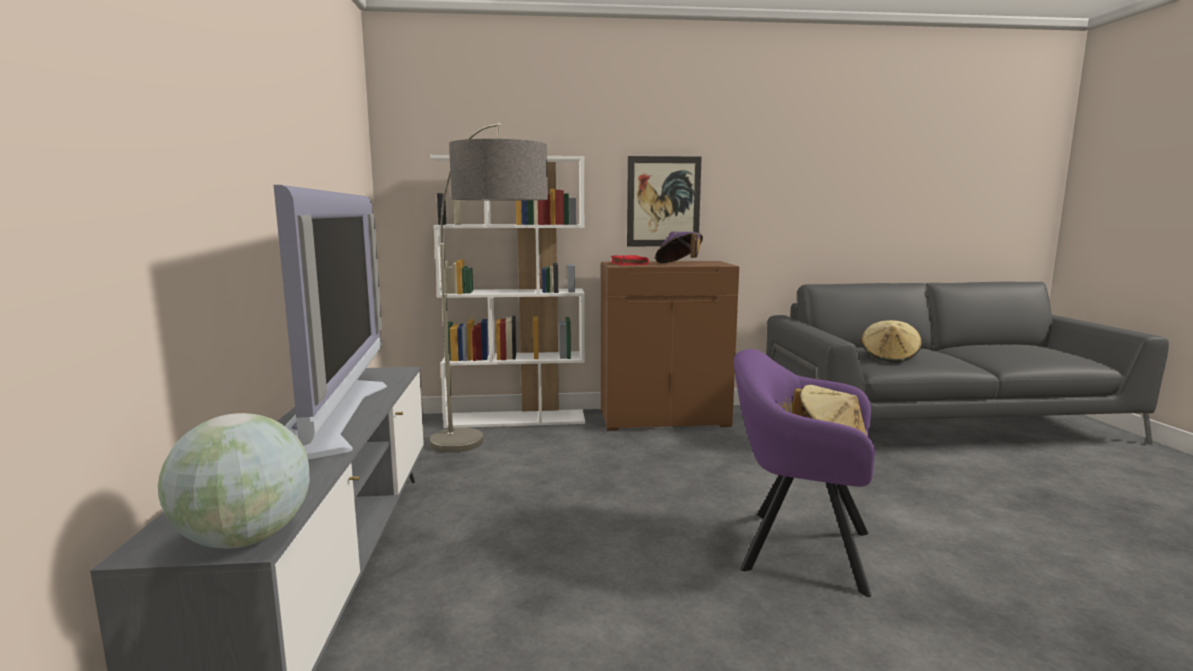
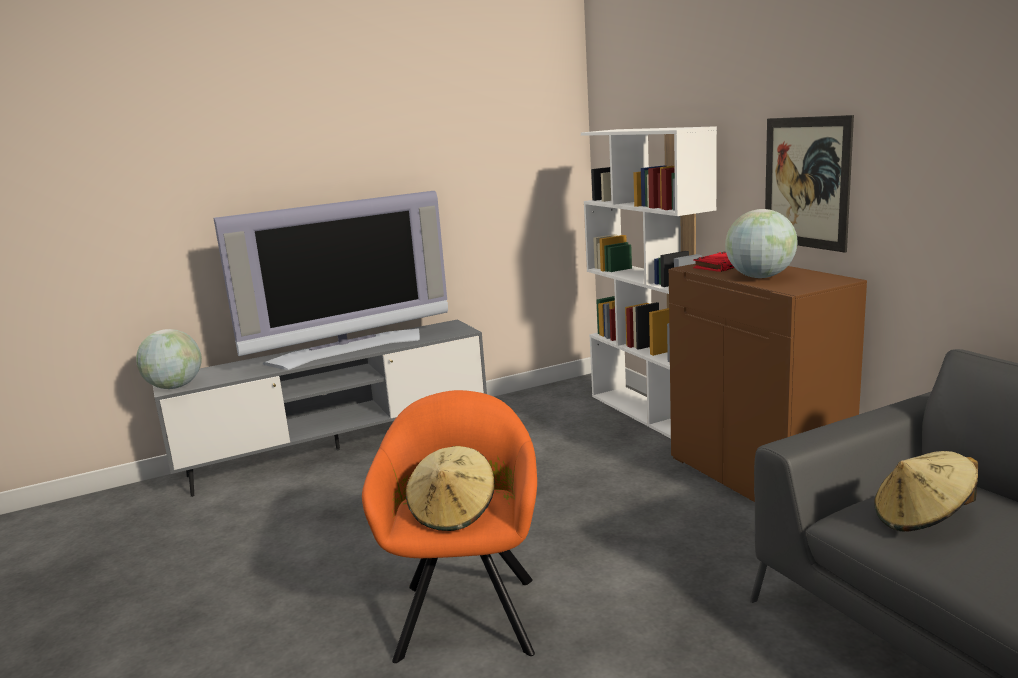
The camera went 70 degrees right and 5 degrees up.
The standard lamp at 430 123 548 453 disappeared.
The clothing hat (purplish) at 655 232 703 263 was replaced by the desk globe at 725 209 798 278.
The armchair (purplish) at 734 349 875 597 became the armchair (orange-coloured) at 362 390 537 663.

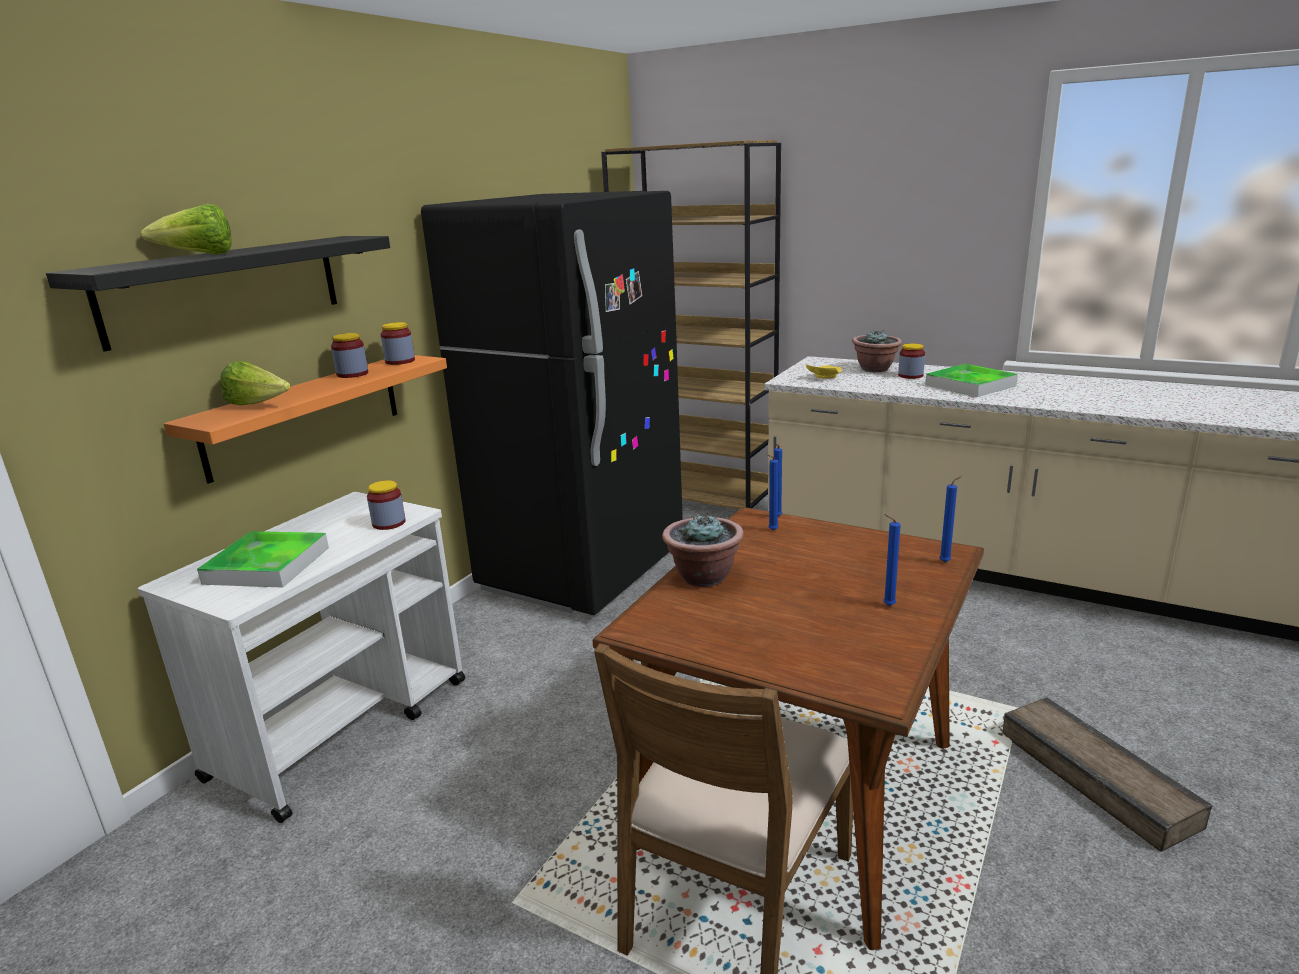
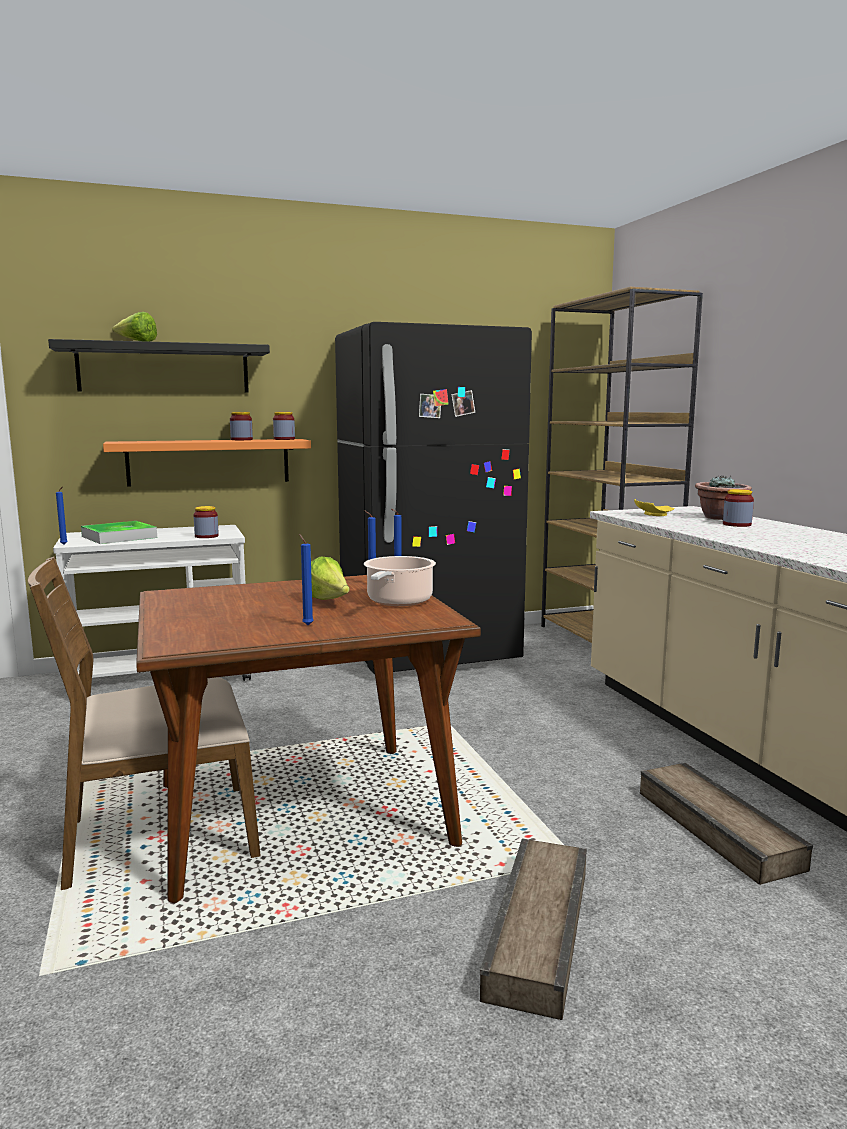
The camera went 40 degrees right and 10 degrees down.
The plant in a pot at 662 513 744 587 disappeared.
The carrying tray at 925 364 1018 397 disappeared.
The cooking pot at 364 556 436 606 appeared.
The shipping crate at 640 763 813 885 appeared.
The head of lettuce moved from 220 361 290 405 to 311 557 350 600.
The candle (blue) moved from 939 476 962 562 to 56 487 68 545.

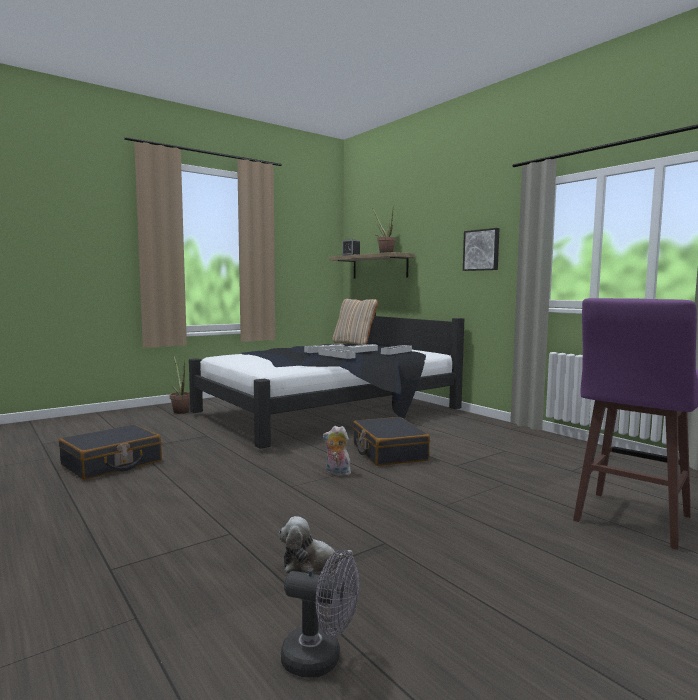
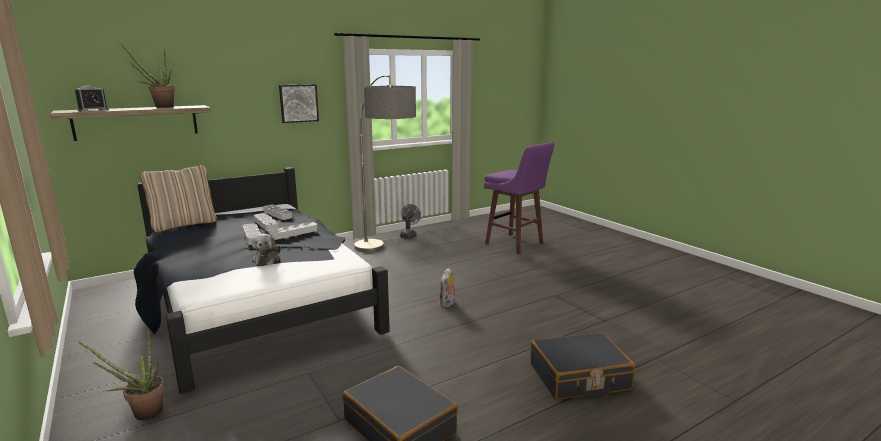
The camera went 85 degrees left and 10 degrees up.
The standard lamp at 354 75 416 252 appeared.
The plush toy moved from 279 516 353 574 to 252 234 281 265.
The cooling fan (greyish) moved from 281 550 359 677 to 400 204 421 239.
The piece of luggage (blackish) moved from 353 417 430 466 to 530 332 635 400.

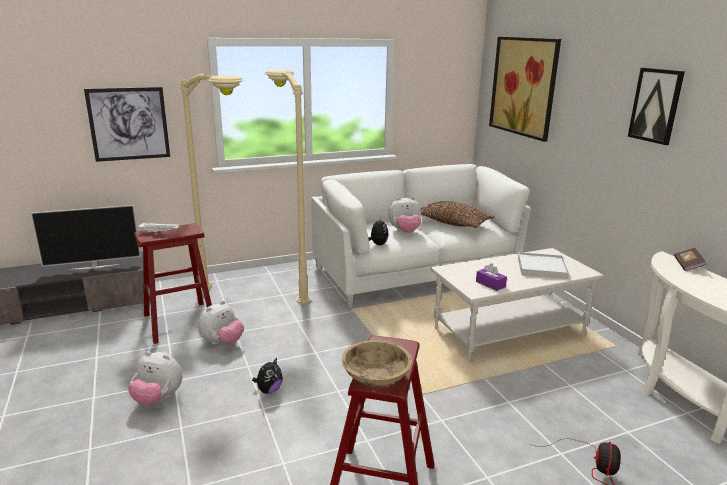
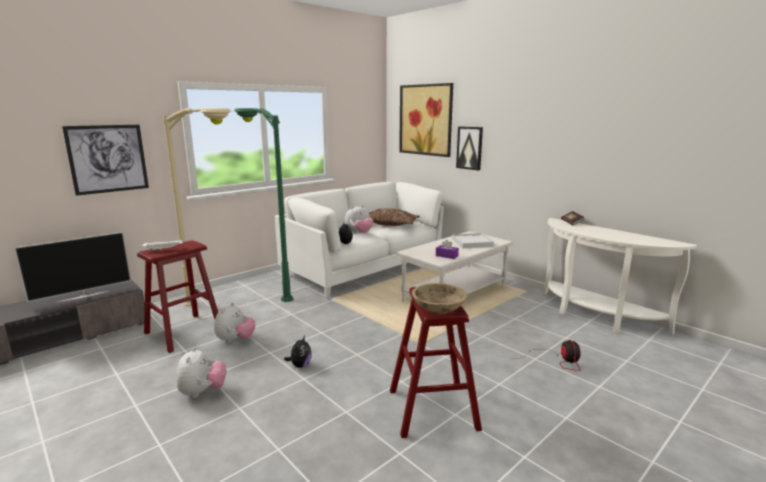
The camera went 20 degrees left and 5 degrees down.
The picture moved from 628 68 685 145 to 456 126 483 170.
The standard lamp (sand-coloured) at 264 70 311 304 became the standard lamp (green-coloured) at 234 108 293 302.
The plush toy at 128 351 182 406 turned 90 degrees counterclockwise.

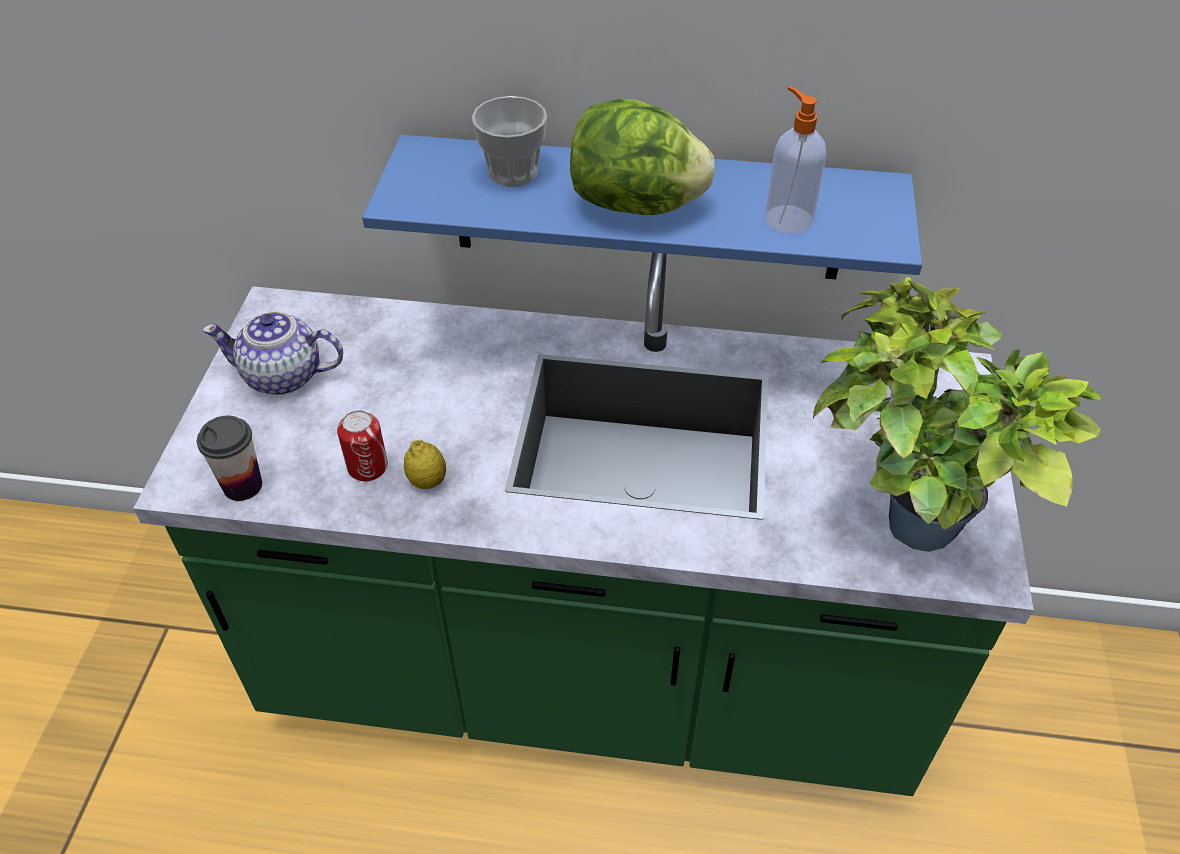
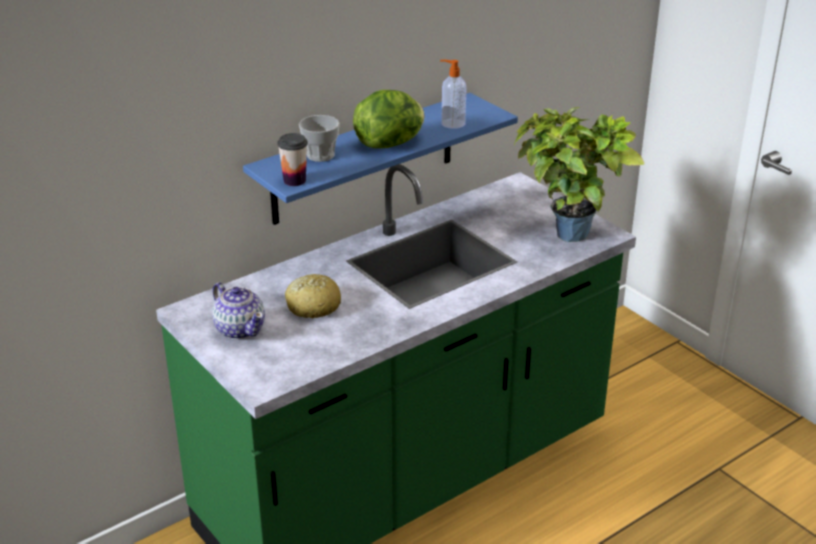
The camera went 45 degrees left and 15 degrees down.
The sealed can at 337 410 388 481 disappeared.
The lemon at 404 440 446 489 disappeared.
The bread at 285 274 341 318 appeared.
The small cup moved from 197 416 262 501 to 277 133 308 186.
The teapot at 202 311 343 395 turned 90 degrees counterclockwise.

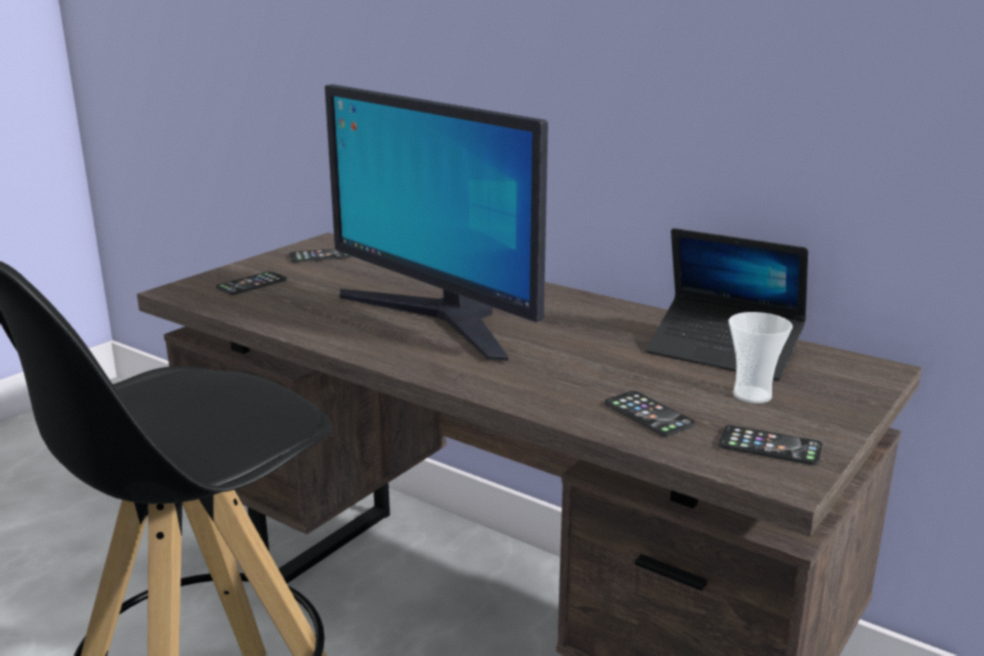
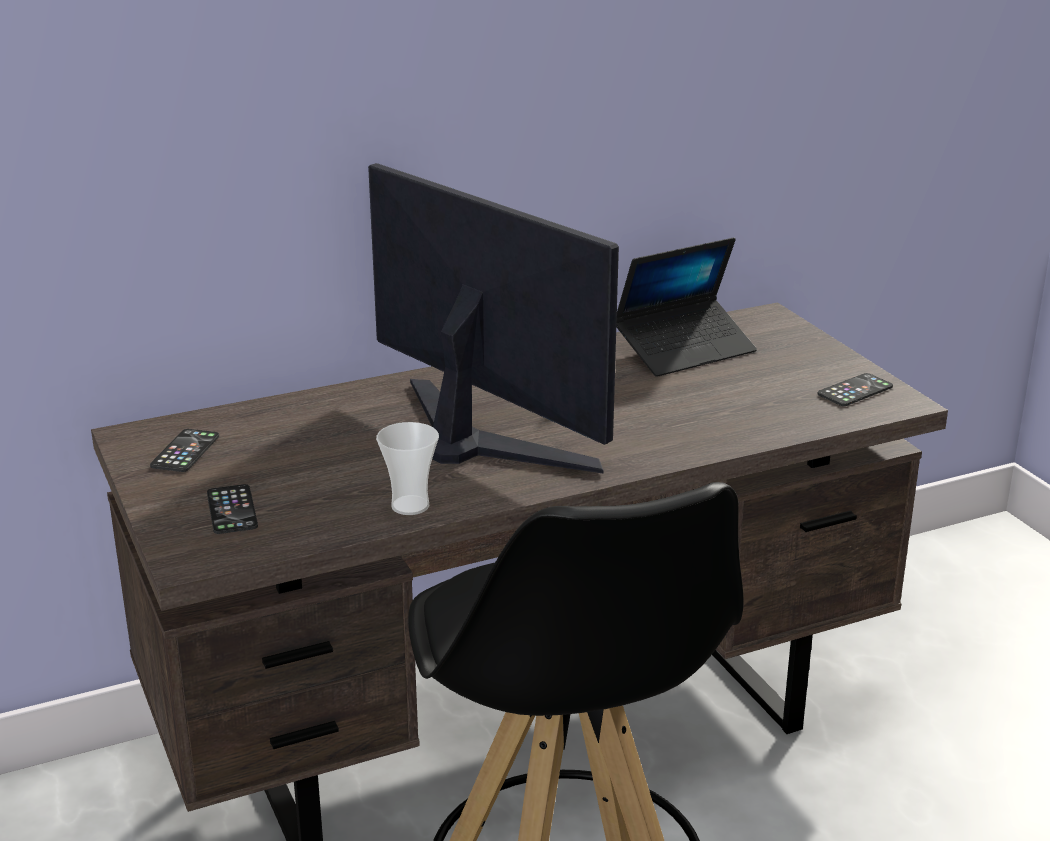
The camera went 60 degrees left and 5 degrees up.
The phone at 604 391 695 436 disappeared.
The small cup moved from 728 312 793 404 to 376 422 439 515.
The monitor at 325 84 548 361 turned 120 degrees counterclockwise.

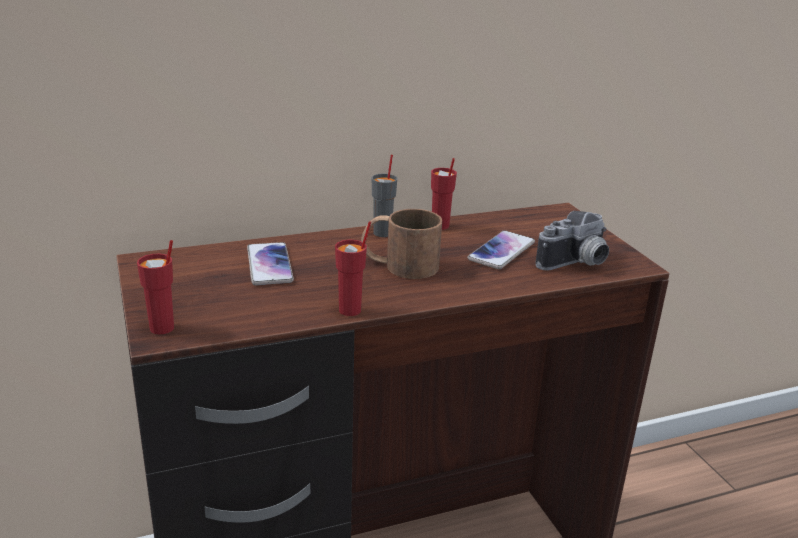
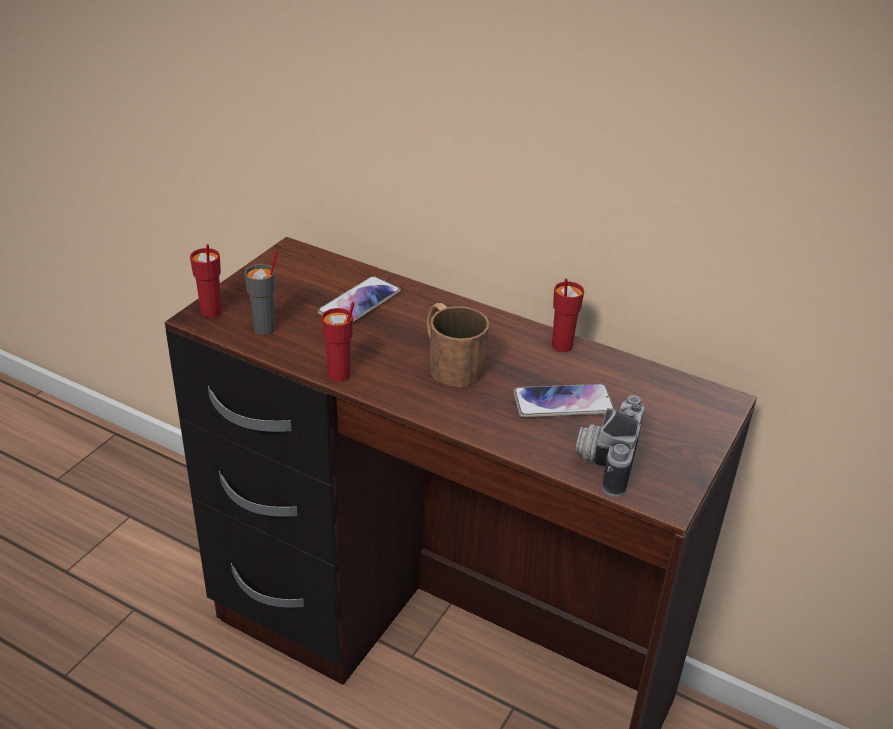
The camera went 50 degrees right and 10 degrees up.
The small cup (greyish) moved from 372 155 397 237 to 244 250 278 335.
The photo camera at 536 211 609 271 turned 90 degrees clockwise.

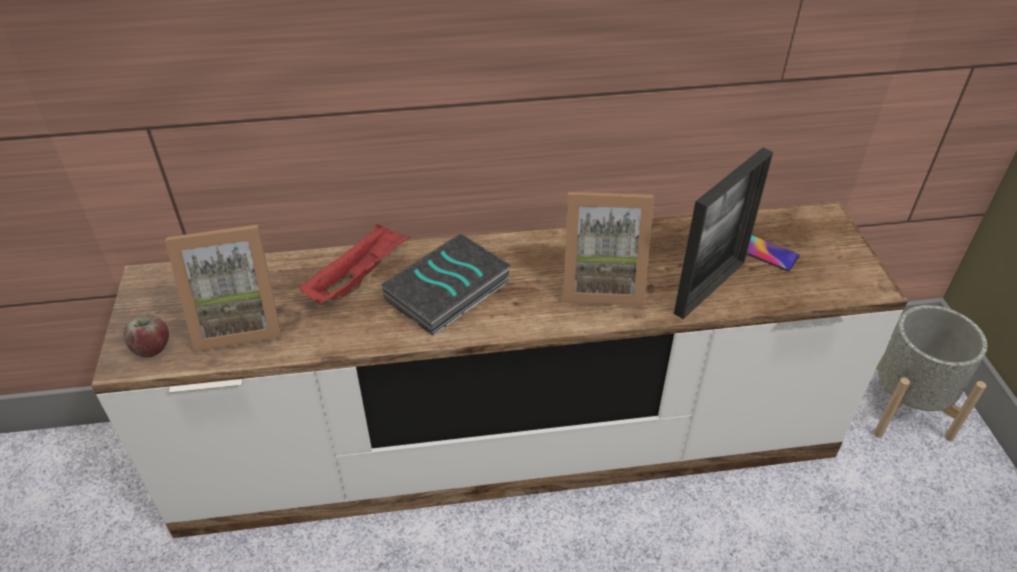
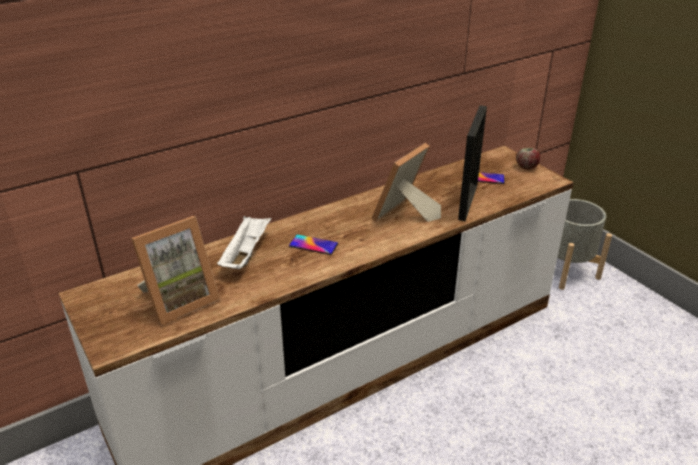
The camera went 25 degrees left and 10 degrees down.
The whole apple moved from 124 316 169 357 to 516 148 540 170.
The book at 382 234 512 336 was replaced by the phone at 289 235 338 255.
The carrying tray (reddish) at 299 224 410 304 became the carrying tray (white-coloured) at 217 215 271 269.
The picture frame at 563 192 654 306 turned 150 degrees clockwise.

